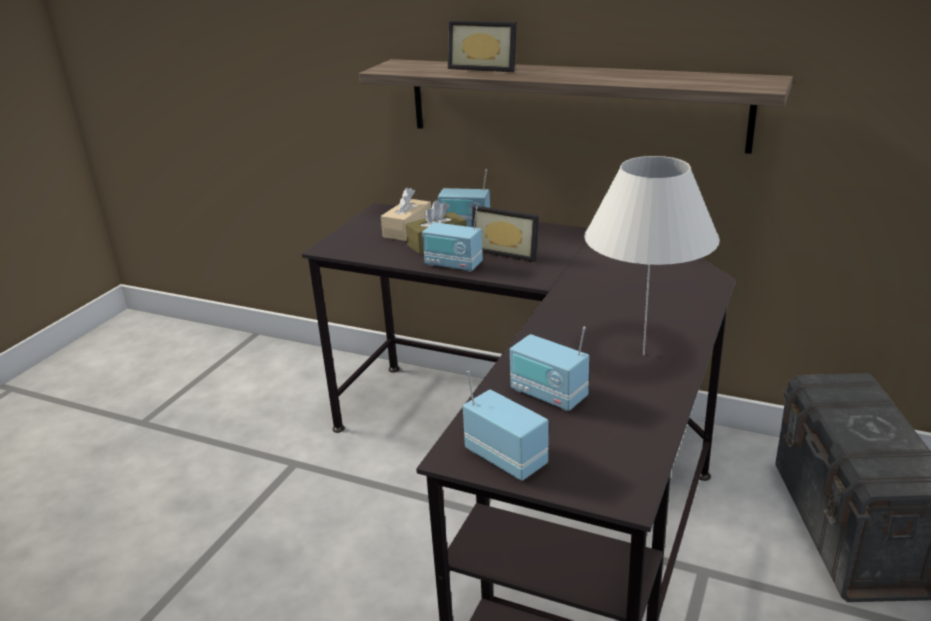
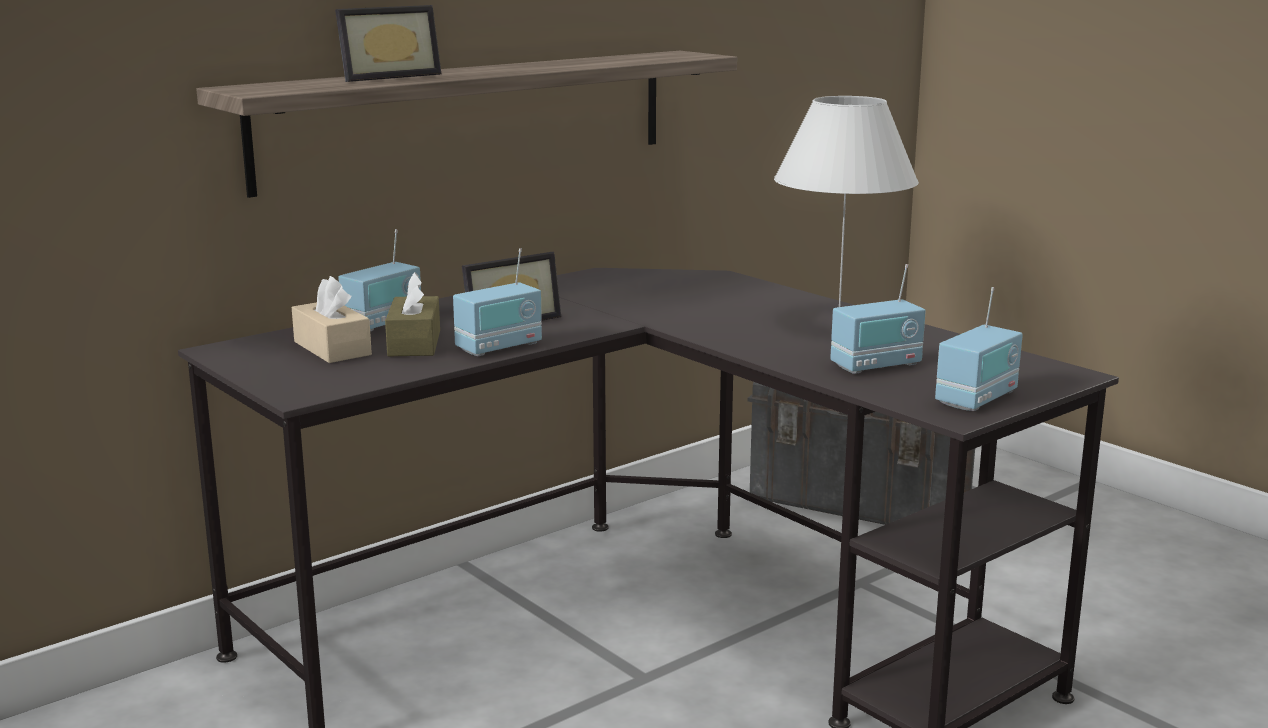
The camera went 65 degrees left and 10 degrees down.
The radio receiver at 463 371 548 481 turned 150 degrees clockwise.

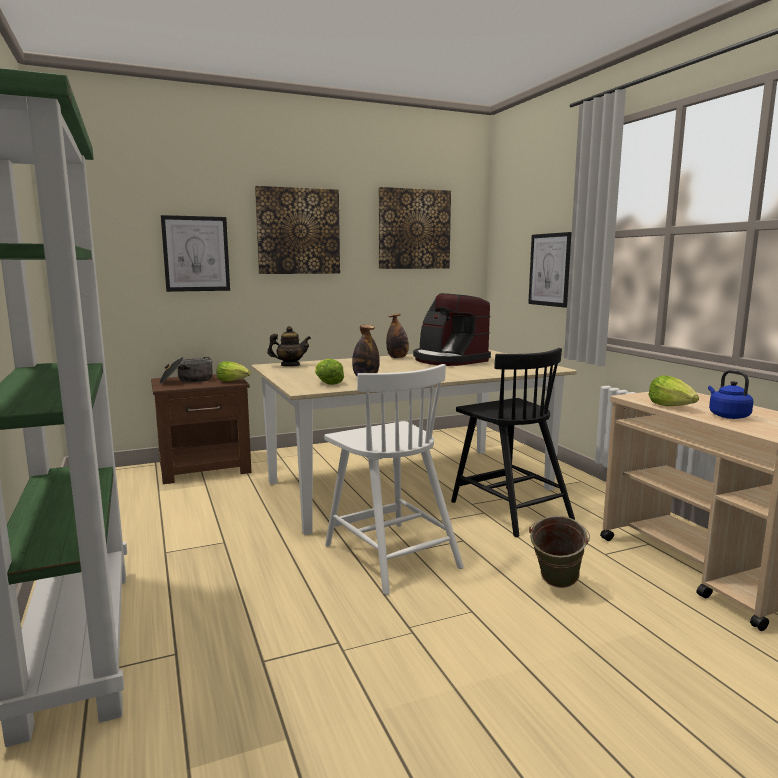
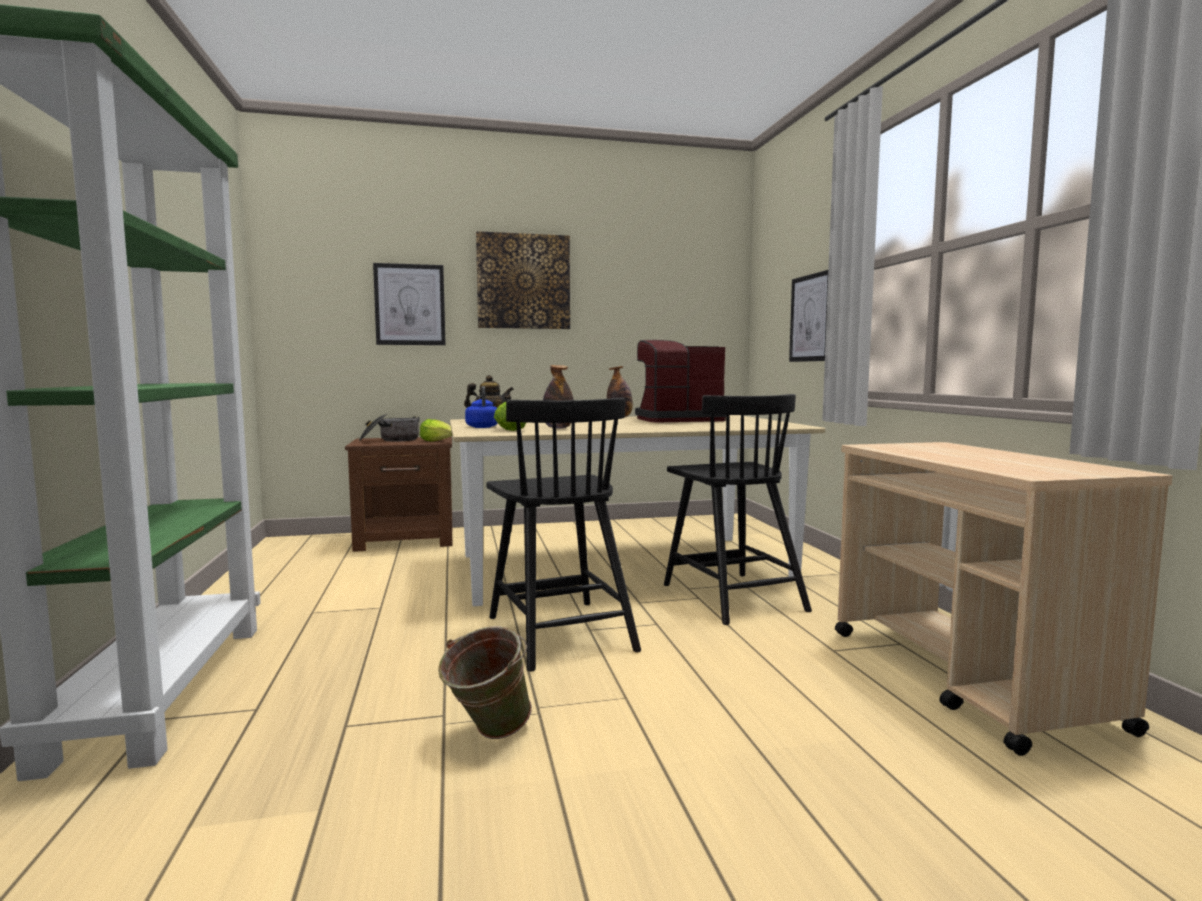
The camera went 10 degrees right and 5 degrees down.
The picture at 379 187 451 269 disappeared.
The head of lettuce at 648 375 699 406 disappeared.
The water bucket (green-coloured) moved from 529 516 590 588 to 438 626 532 739.
The water kettle (blue) moved from 708 370 754 419 to 465 386 497 428.
The upright chair (white-coloured) at 324 364 464 595 became the upright chair (blackish) at 486 398 641 672.
The coffee brewer at 413 293 491 366 turned 105 degrees clockwise.

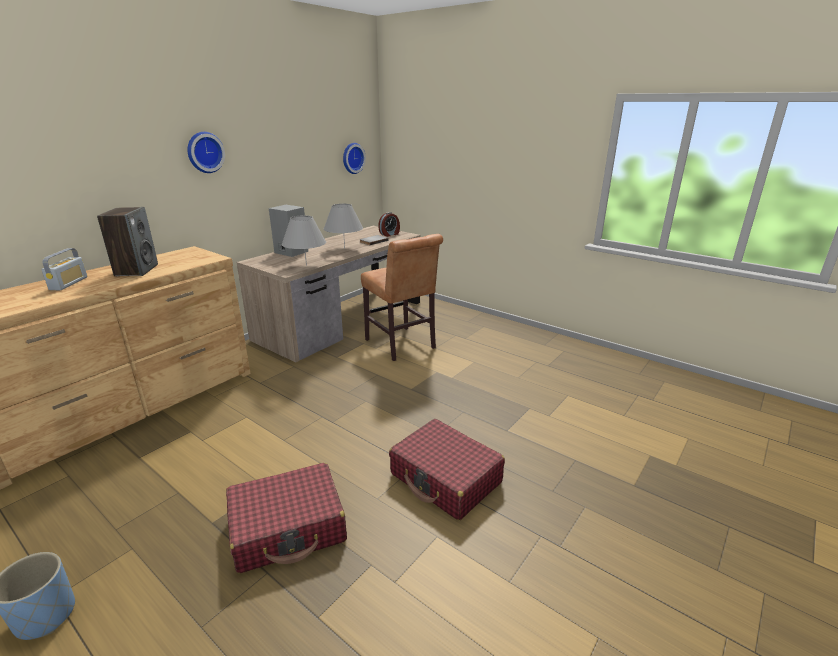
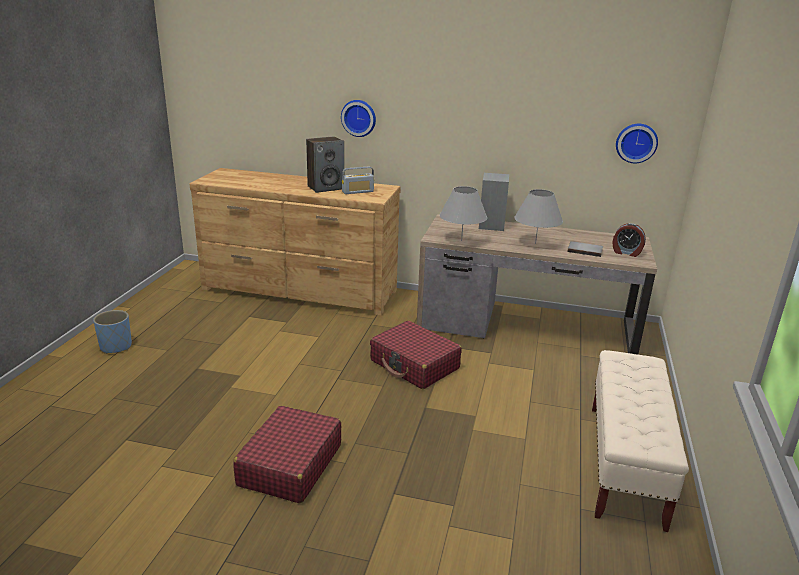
The camera went 65 degrees right and 0 degrees up.
The upright chair (brown-coloured) at 361 234 443 361 disappeared.
The bench (sand-coloured) at 592 350 689 532 appeared.
The radio receiver moved from 42 248 87 290 to 342 167 374 194.
The wall clock moved from 187 132 225 173 to 341 100 376 137.
The piece of luggage (reddish) moved from 226 463 347 573 to 370 321 462 389.

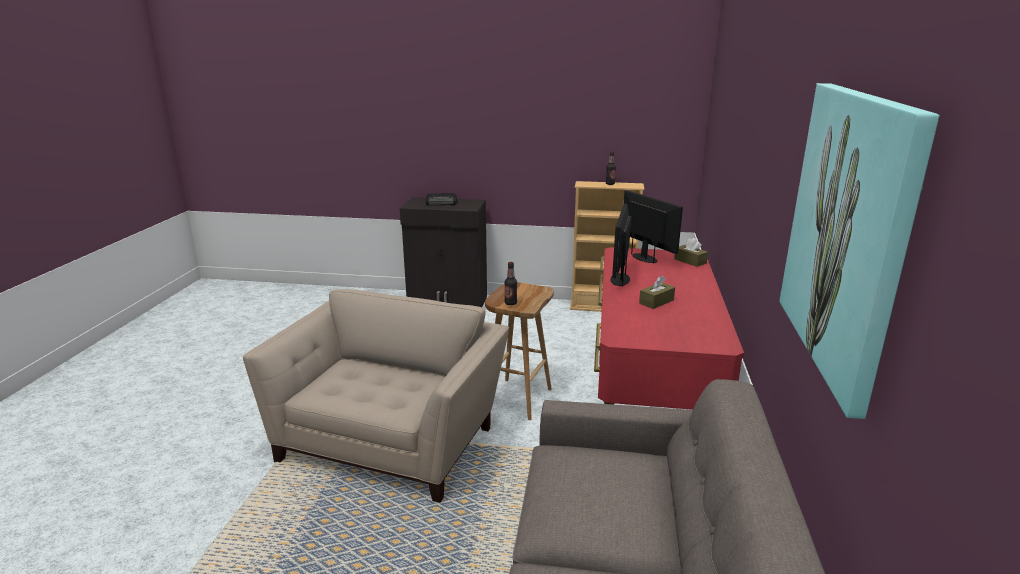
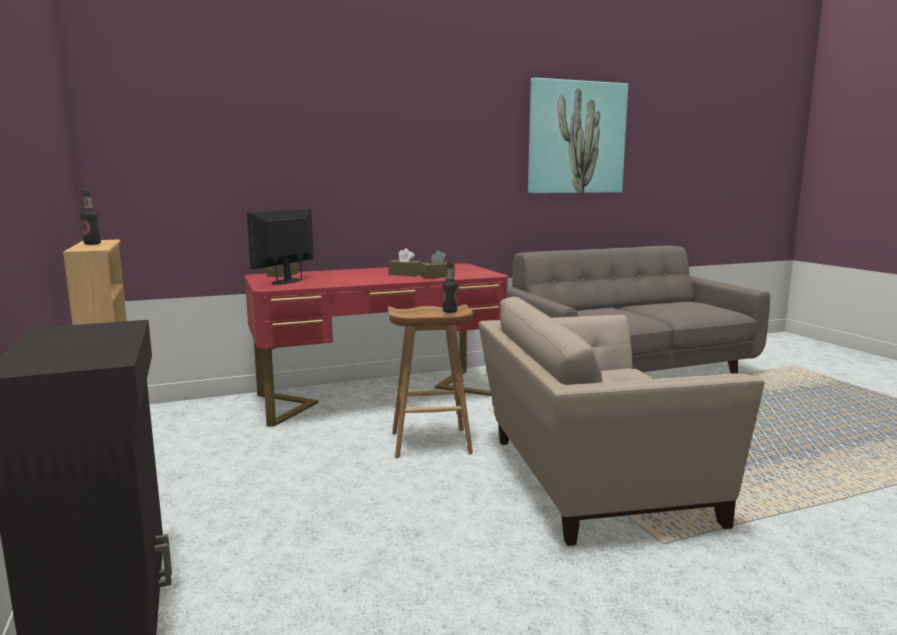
The camera went 120 degrees left and 10 degrees down.
The radio receiver at 426 193 457 205 disappeared.
The monitor at 610 204 631 287 disappeared.
The tissue holder (brown-coloured) at 420 250 455 279 appeared.

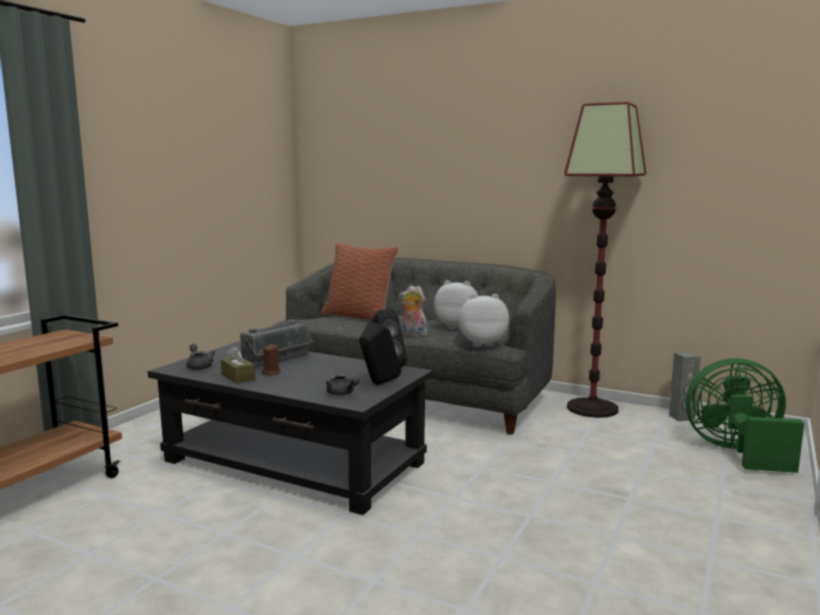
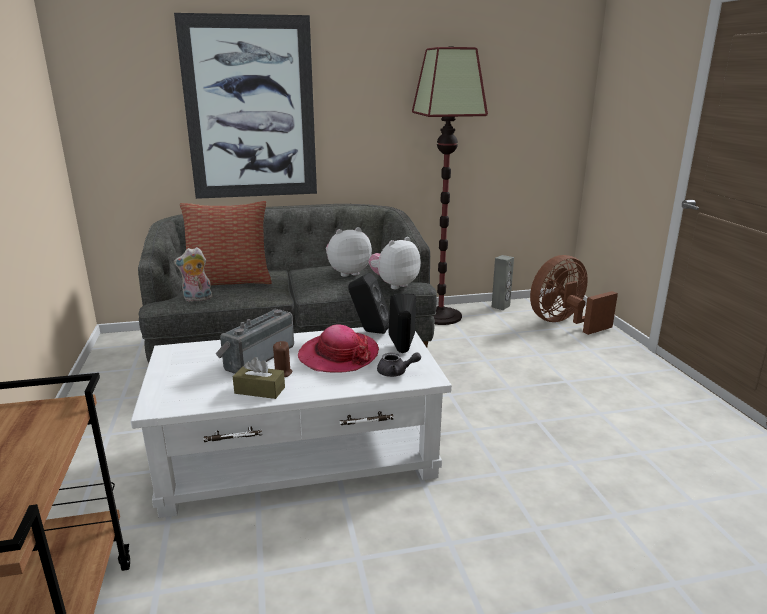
The camera went 40 degrees left and 10 degrees up.
The teapot (greyish) at 186 344 216 370 disappeared.
The picture at 174 13 317 199 appeared.
The clothing hat at 298 324 379 373 appeared.
The plush toy moved from 399 286 427 337 to 174 247 212 302.
The lounge table (blackish) at 148 341 433 515 became the lounge table (white-coloured) at 130 327 452 518.
The cooling fan (green-coloured) at 686 358 804 473 became the cooling fan (brown-coloured) at 530 255 618 335.
The radio receiver at 240 320 313 369 turned 150 degrees counterclockwise.

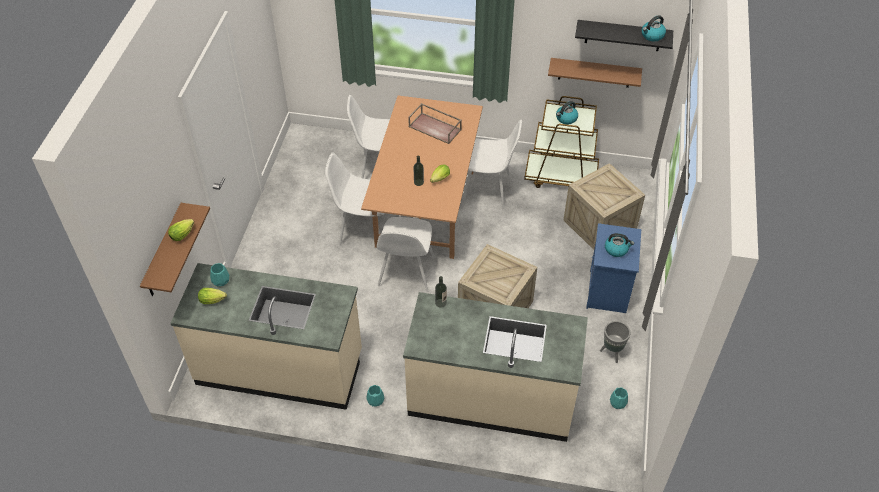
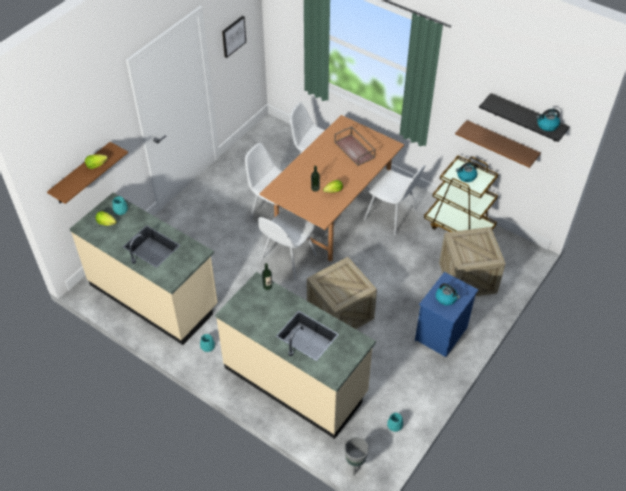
The camera went 25 degrees right and 0 degrees up.
The picture at 222 16 246 58 appeared.
The flower pot (greyish) moved from 600 321 630 363 to 344 437 369 475.

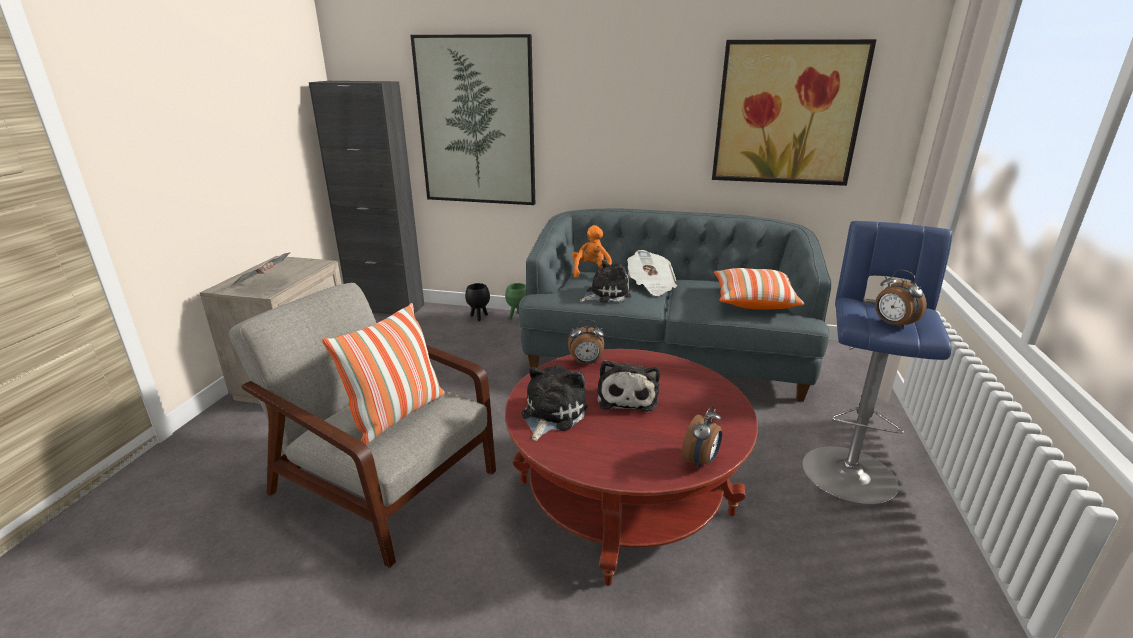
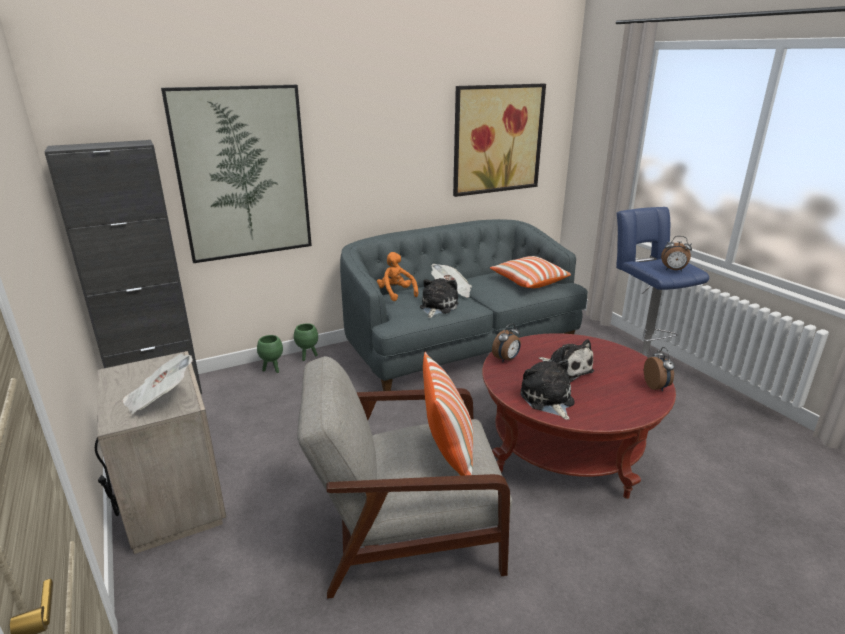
The camera went 40 degrees left and 0 degrees up.
The flower pot (blackish) at 465 283 490 321 became the flower pot (green-coloured) at 257 335 283 373.

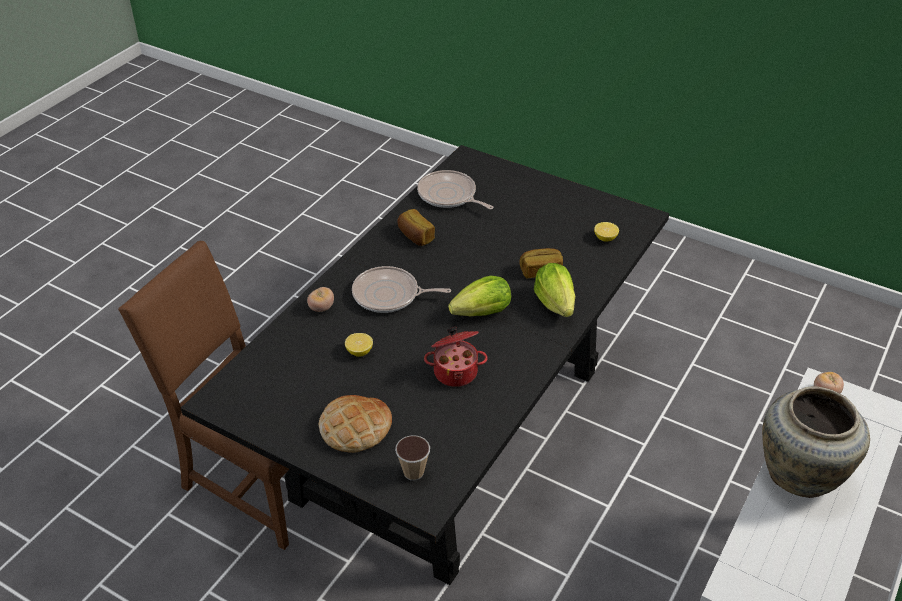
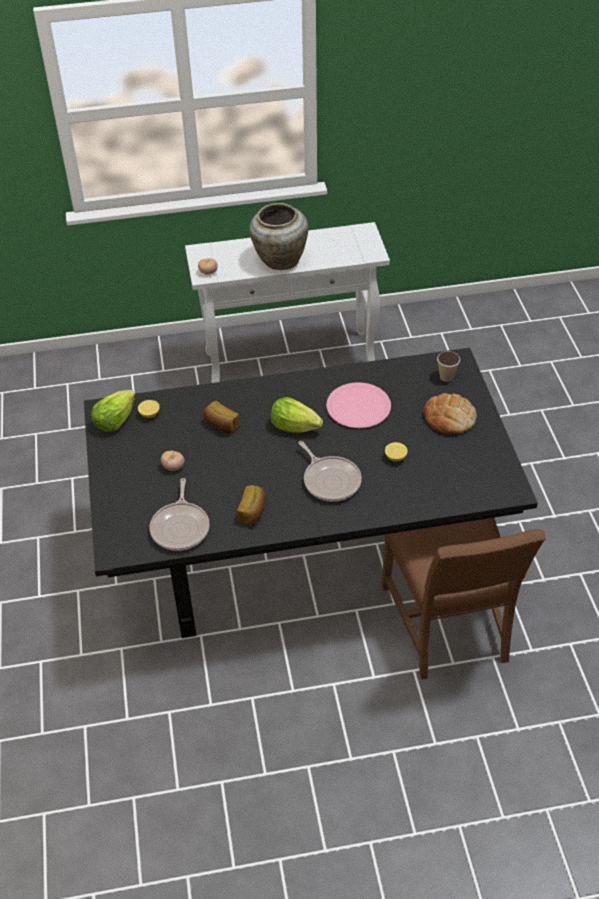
The camera went 130 degrees left and 5 degrees up.
The fresh tomato moved from 307 287 334 312 to 161 451 185 471.
The head of lettuce moved from 534 263 575 317 to 91 390 135 432.
The cooking pot at 424 326 487 387 was replaced by the dinner plate (pink-coloured) at 326 382 391 428.

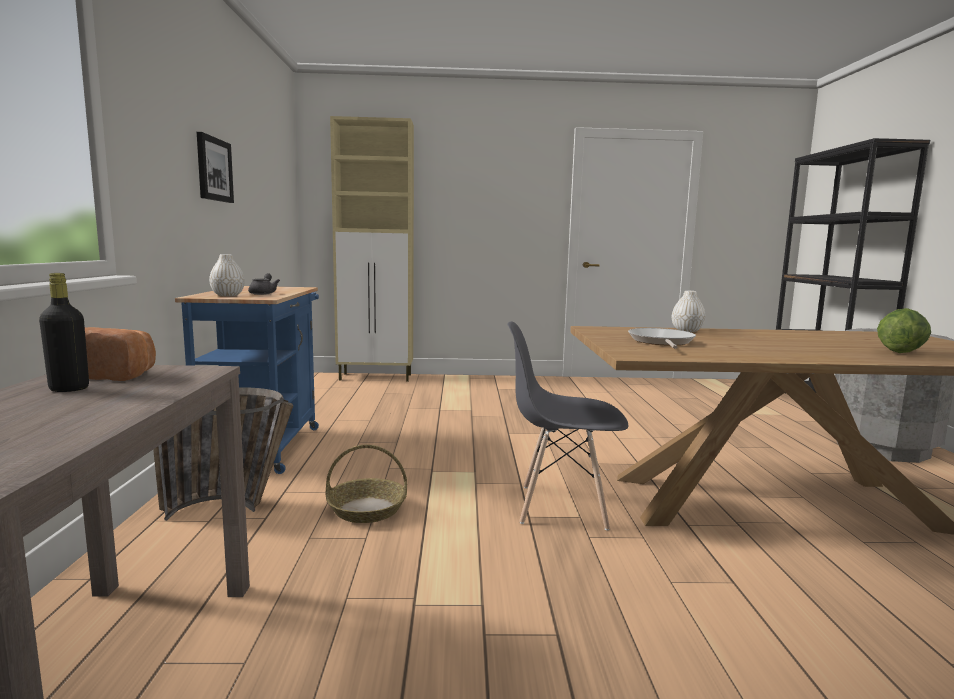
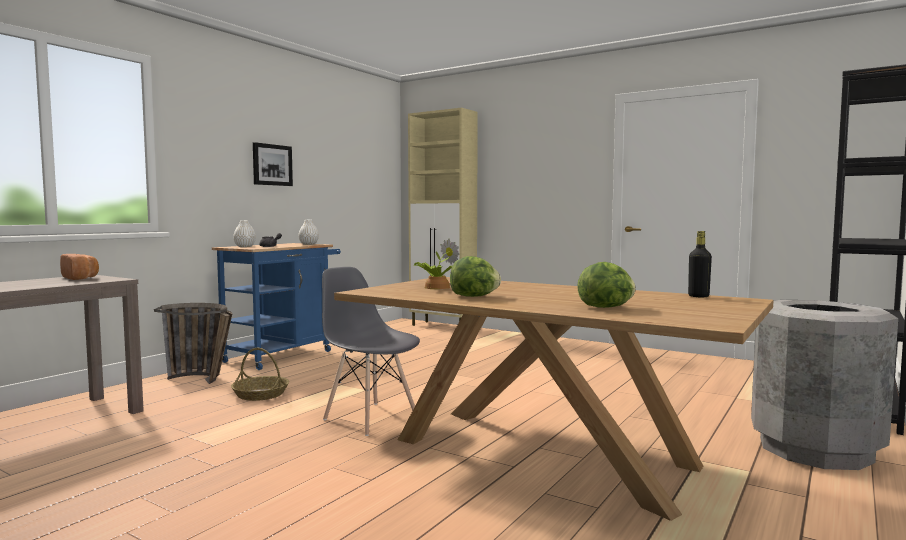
The camera went 35 degrees right and 5 degrees down.
The head of lettuce at 450 256 501 297 appeared.
The bottle (blackish) moved from 39 273 89 392 to 688 231 712 297.
The decorative vase (white-coloured) moved from 672 291 706 332 to 299 220 319 245.
The skillet at 628 328 696 349 was replaced by the plant in a pot at 413 239 459 289.

